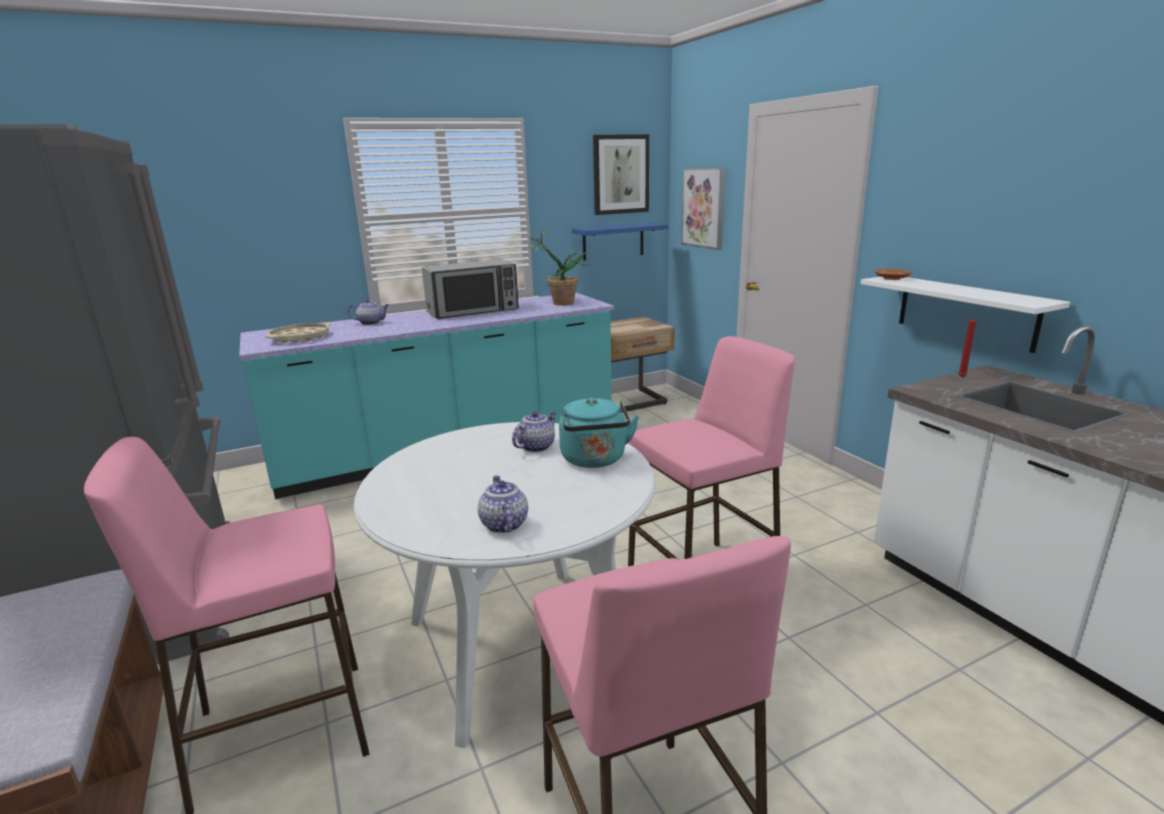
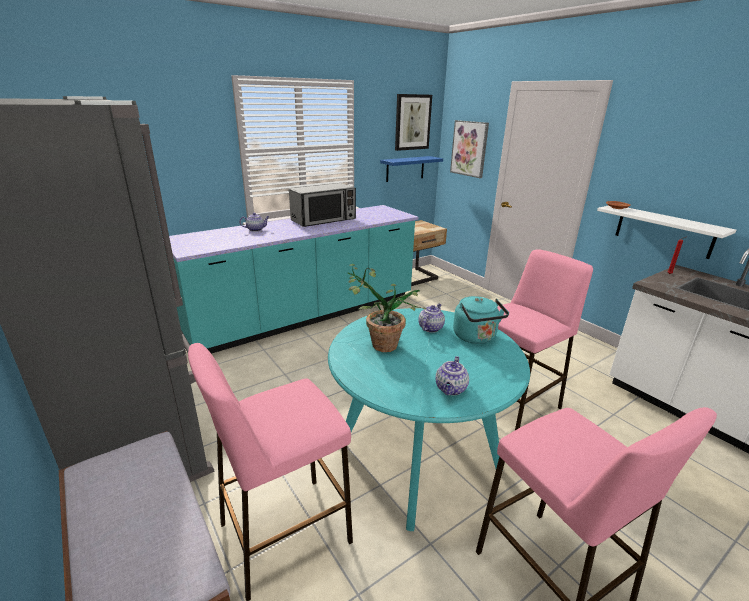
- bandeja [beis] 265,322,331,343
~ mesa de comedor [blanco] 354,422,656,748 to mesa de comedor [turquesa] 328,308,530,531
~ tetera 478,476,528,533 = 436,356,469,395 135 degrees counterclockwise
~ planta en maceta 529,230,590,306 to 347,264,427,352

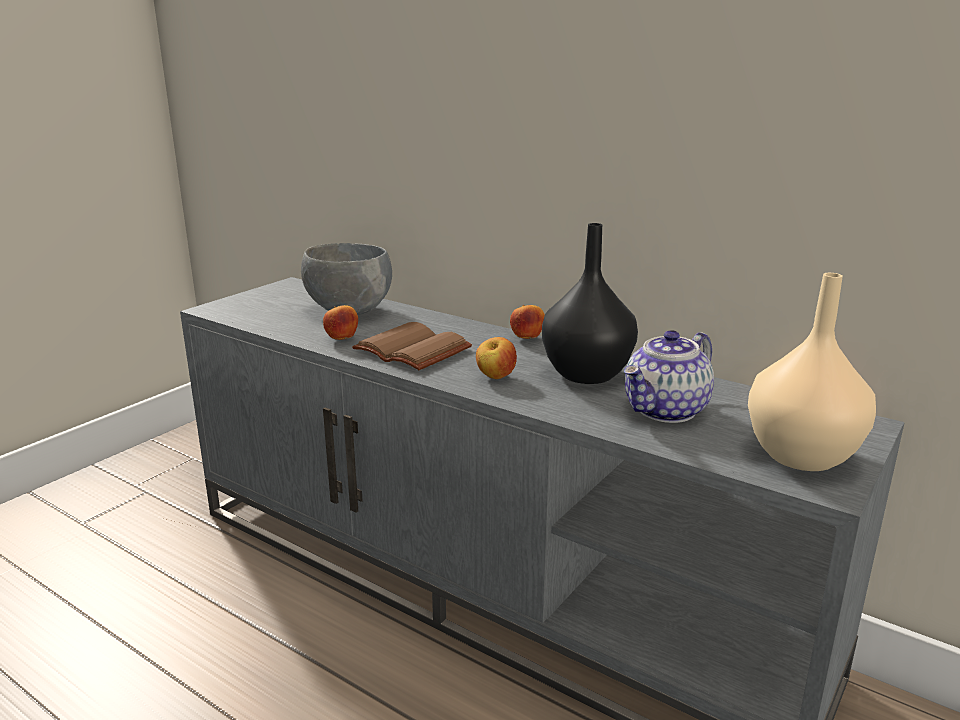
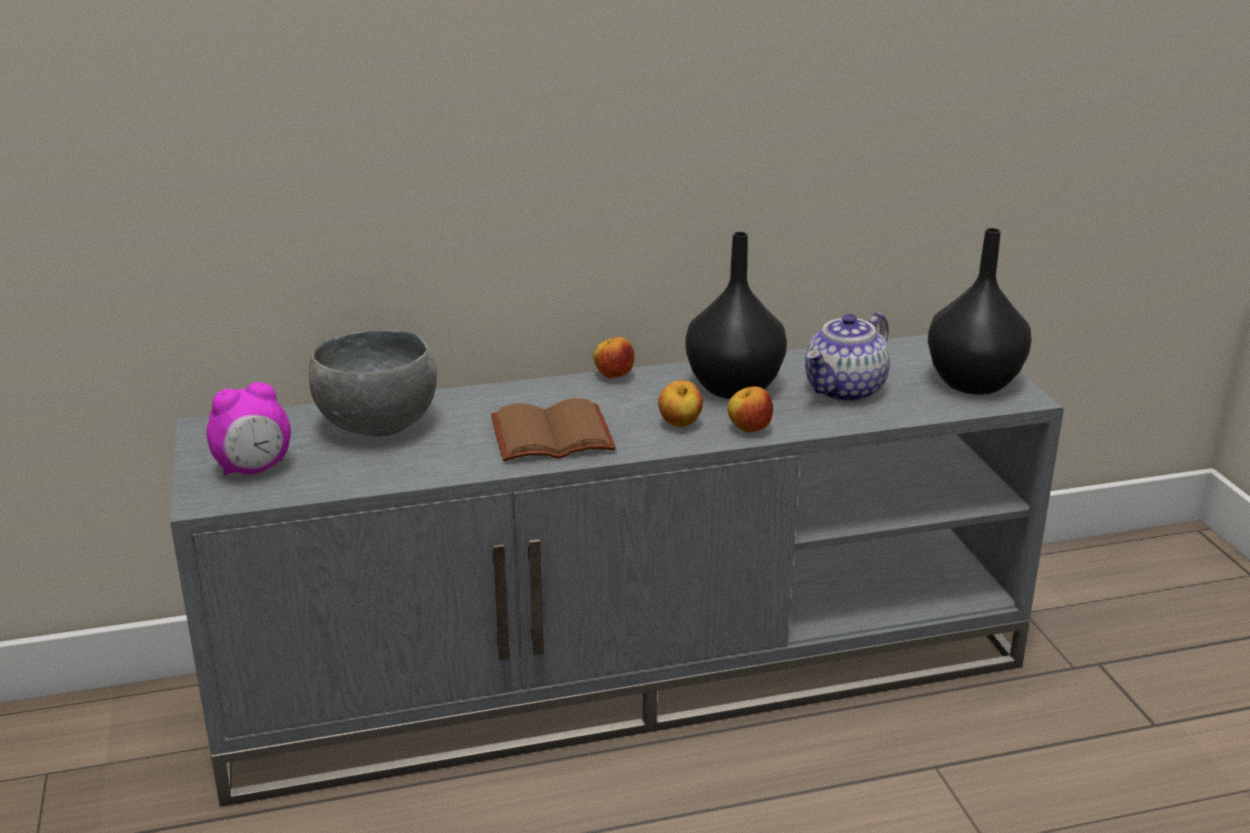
~ manzana 323,305,358,340 to 727,386,773,432
~ tetera 624,330,714,423 = 805,313,890,402 45 degrees clockwise
~ florero [beis] 748,273,876,471 to florero [negro] 928,228,1032,395
+ despertador 206,382,291,476

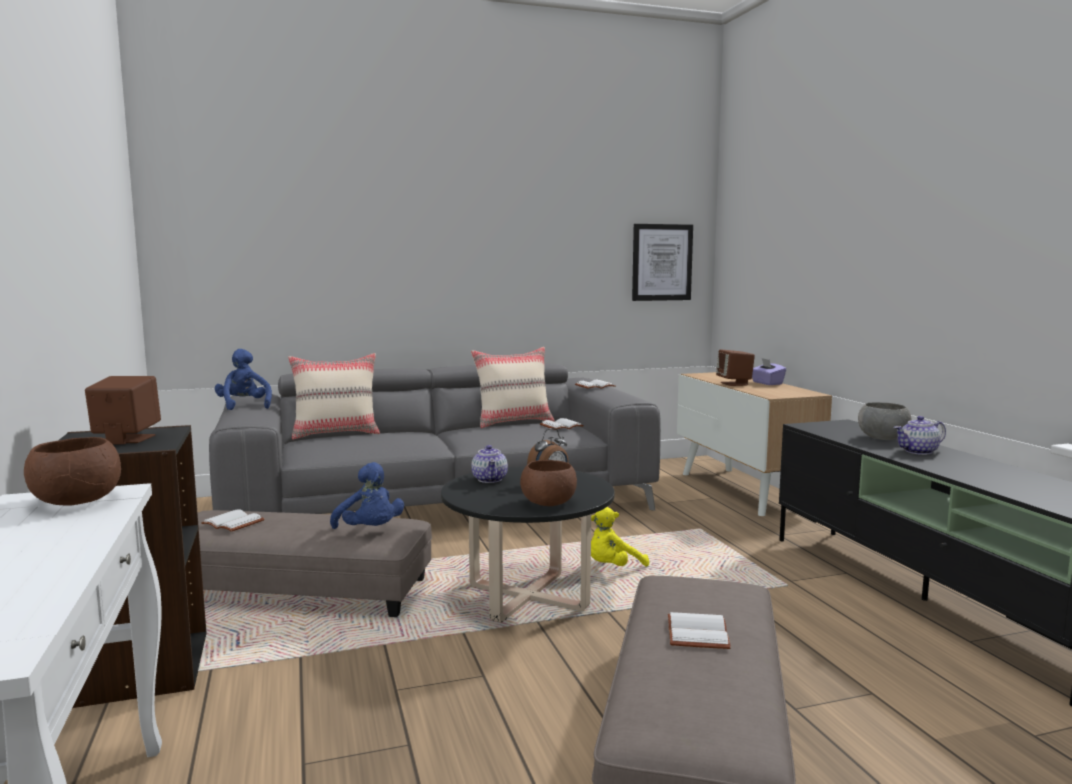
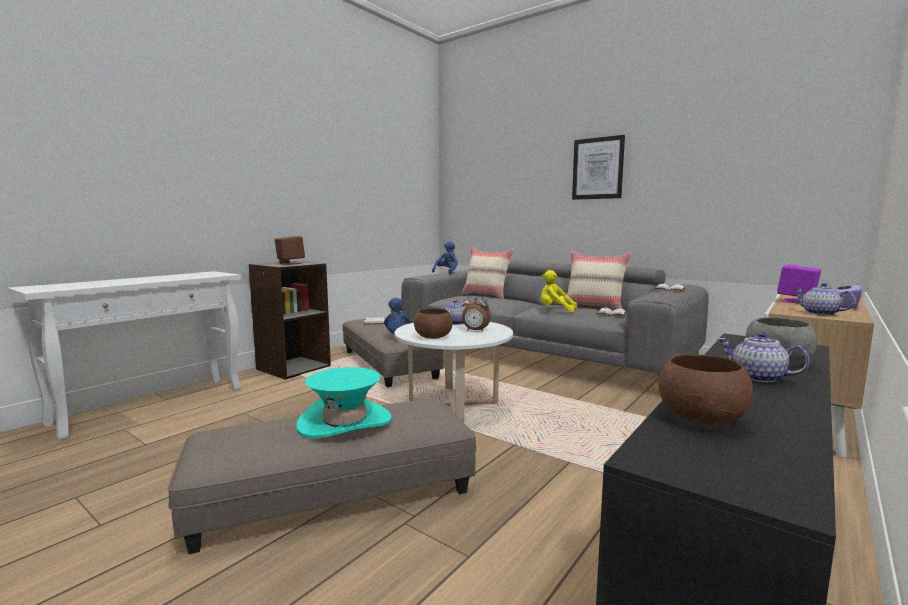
~ cuenco [marrón] 24,437,121,506 to 658,354,753,425
~ mesa de centro [negro] 441,467,615,623 to mesa de centro [blanco] 395,322,513,422
~ peluche [amarillo] 591,507,649,567 to 541,270,577,312
~ cuadro 632,224,693,301 to 572,135,625,200
~ libro [blanco] 668,612,731,649 to sombrero [turquesa] 297,367,392,438
~ altavoz [marrón] 716,350,755,386 to altavoz [morado] 777,265,821,303
+ tetera 794,283,856,315

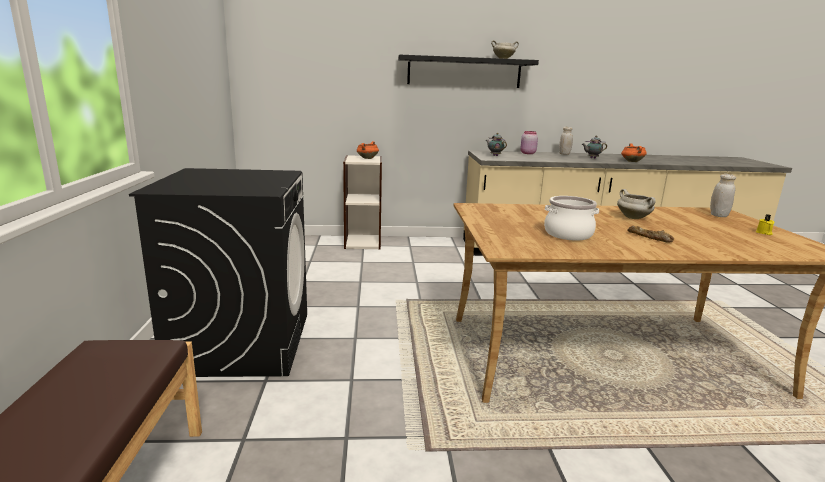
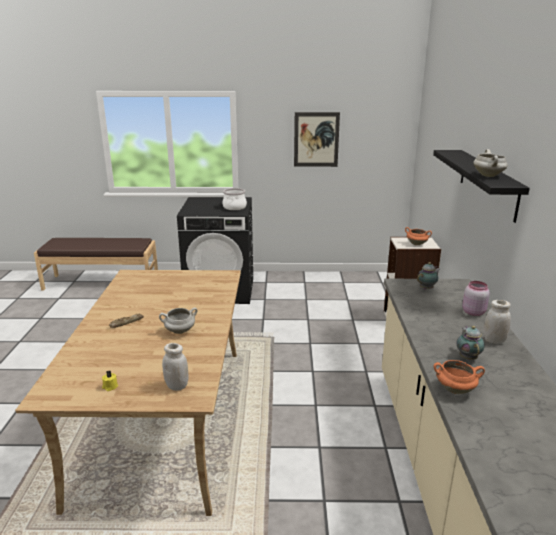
~ olla 544,196,599,241 to 222,188,247,210
+ cuadro 294,112,340,167

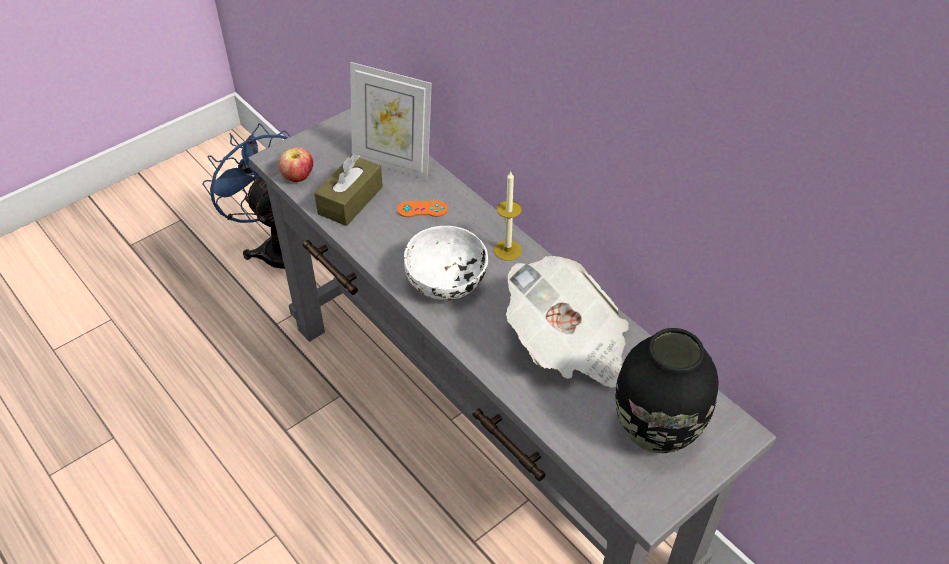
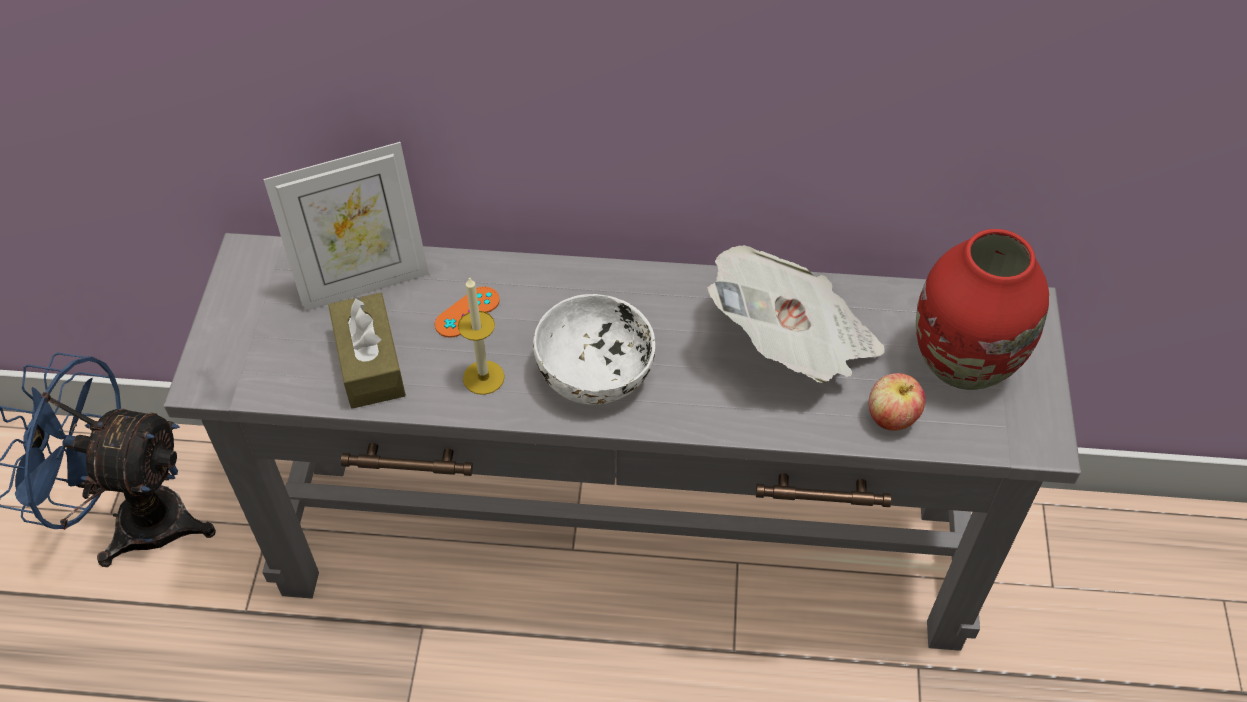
~ manzana 279,147,313,182 to 869,373,925,431
~ vela 494,172,522,261 to 458,276,505,395
~ florero [negro] 615,328,719,453 to florero [rojo] 916,229,1049,390

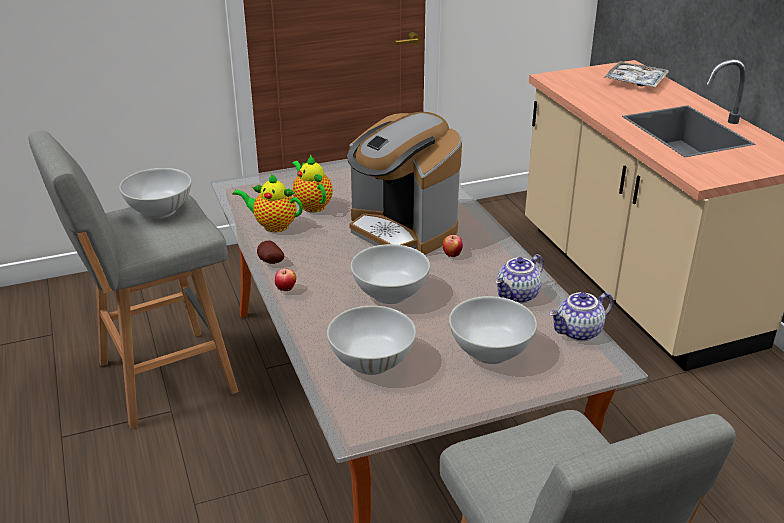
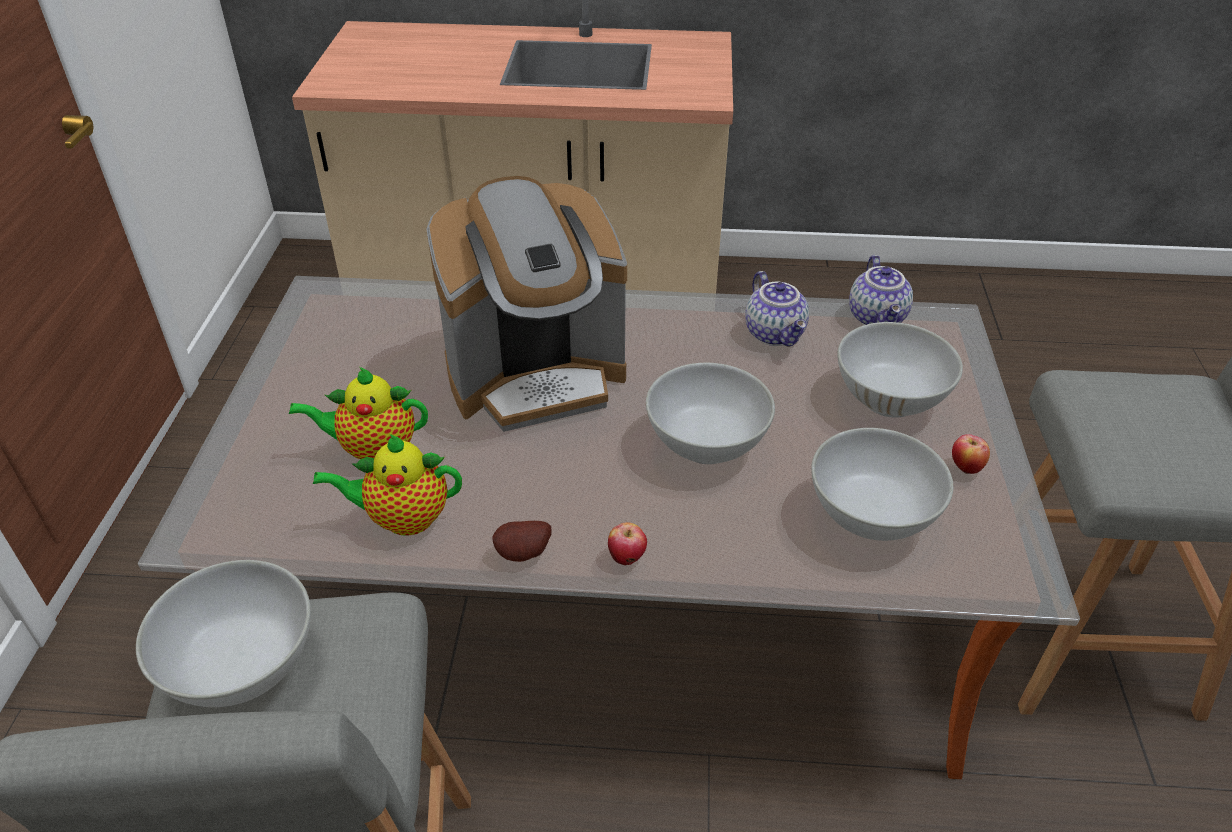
~ tetera 233,174,303,232 = 313,434,462,536 45 degrees clockwise
~ manzana 443,235,463,257 to 952,434,990,474
- bandeja 603,61,669,87

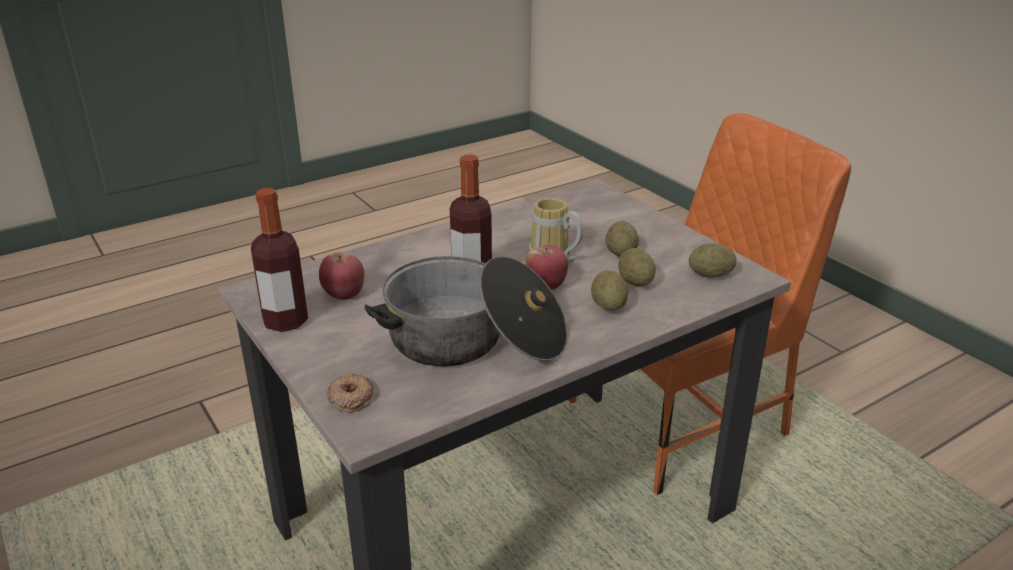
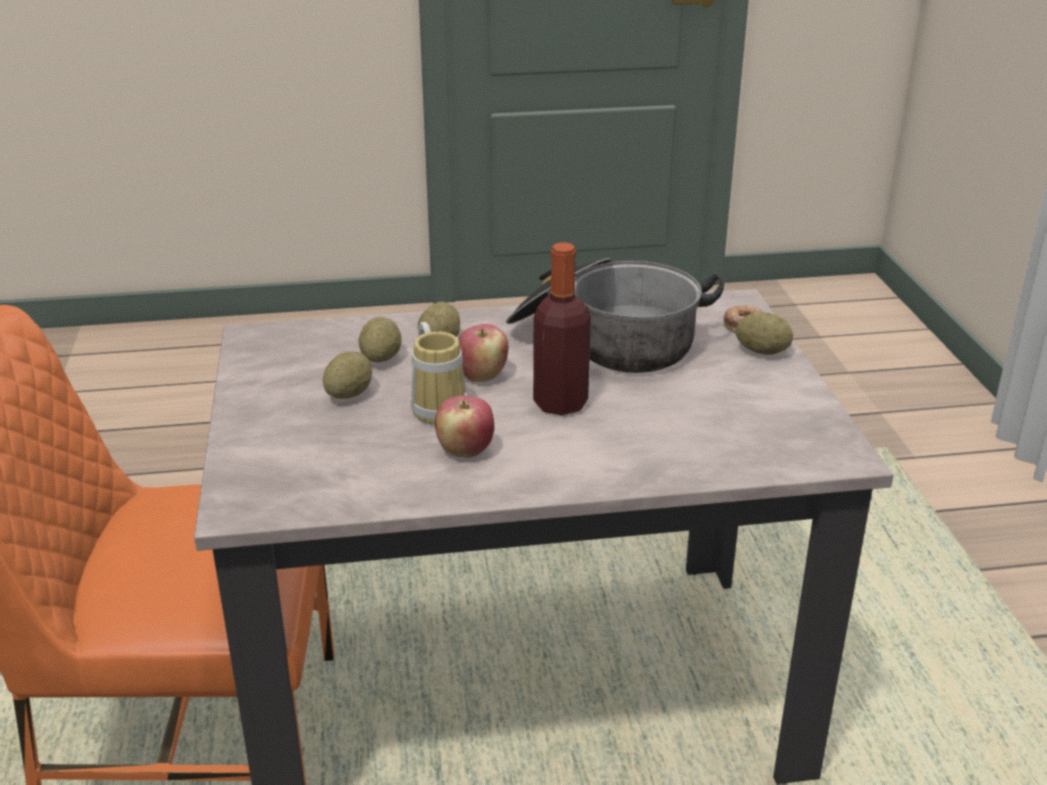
- botella 251,188,308,332
~ manzana 319,252,364,300 to 435,395,494,458
~ patata 689,243,737,278 to 736,312,793,355

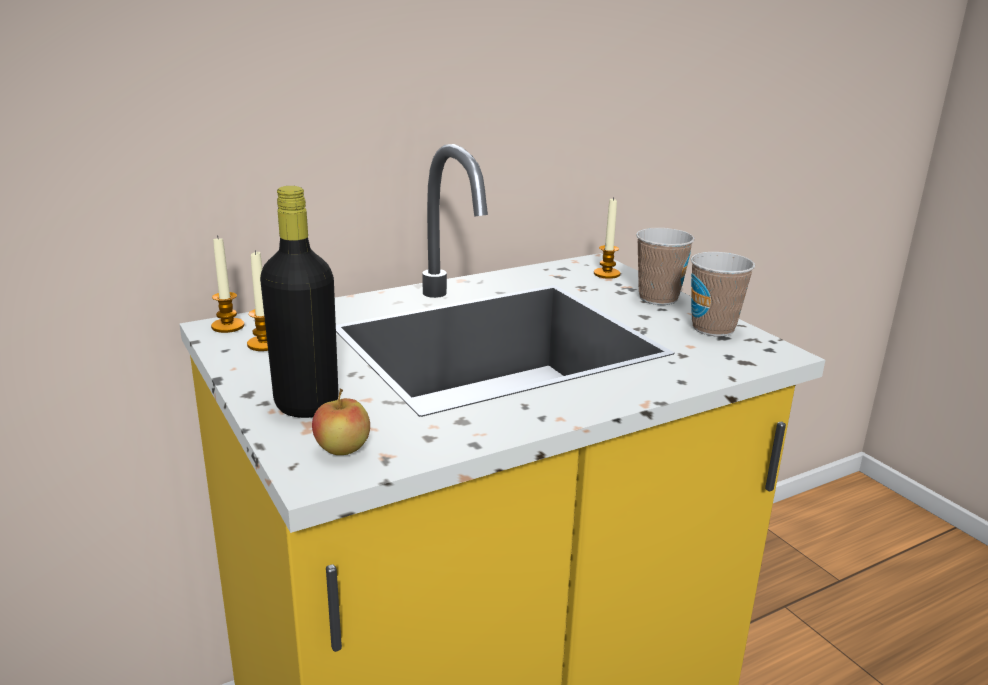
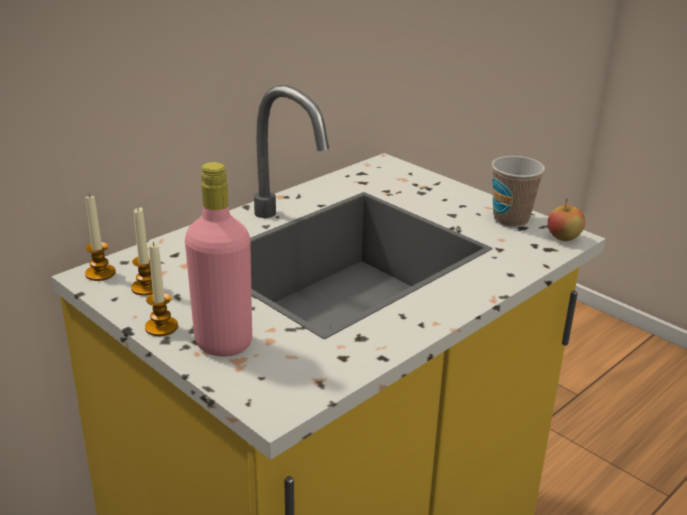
~ botella [negro] 260,186,339,418 to botella [rosa] 185,162,252,356
~ manzana 312,388,370,455 to 548,199,586,241
~ vela 594,197,620,279 to 145,242,178,336
- taza 636,228,695,305

